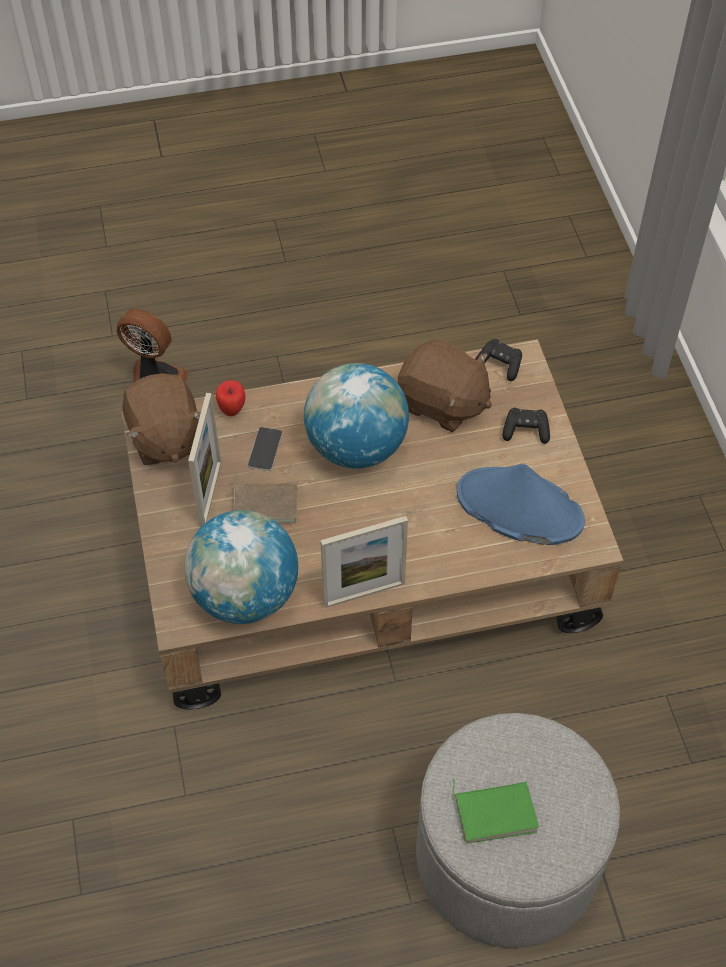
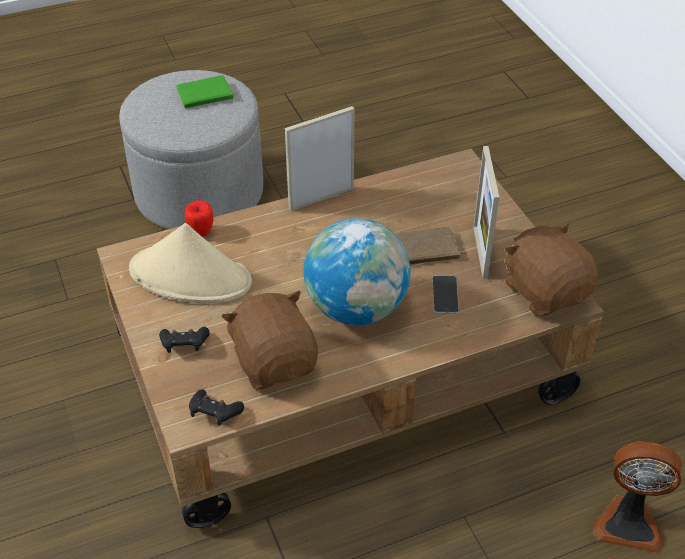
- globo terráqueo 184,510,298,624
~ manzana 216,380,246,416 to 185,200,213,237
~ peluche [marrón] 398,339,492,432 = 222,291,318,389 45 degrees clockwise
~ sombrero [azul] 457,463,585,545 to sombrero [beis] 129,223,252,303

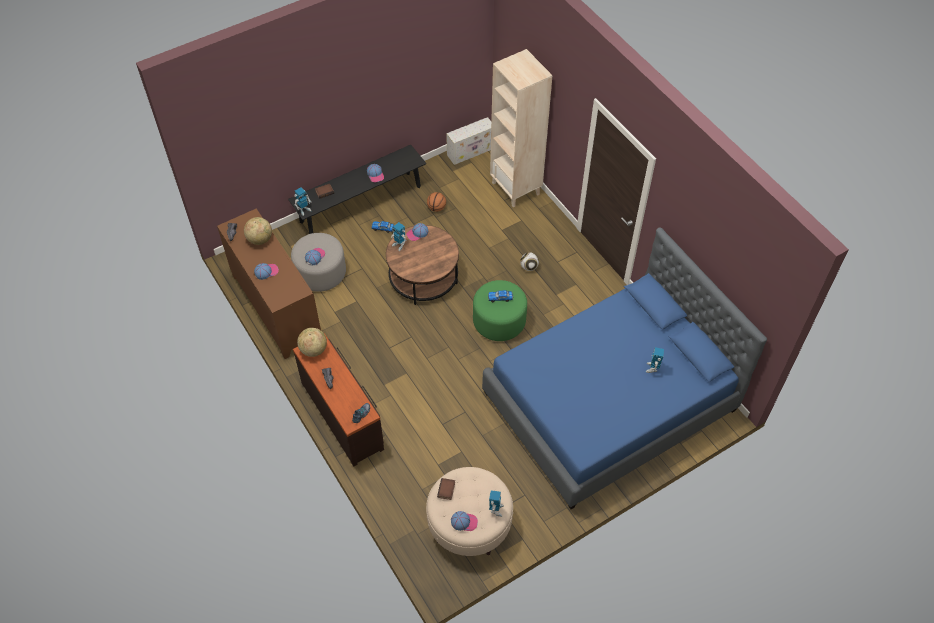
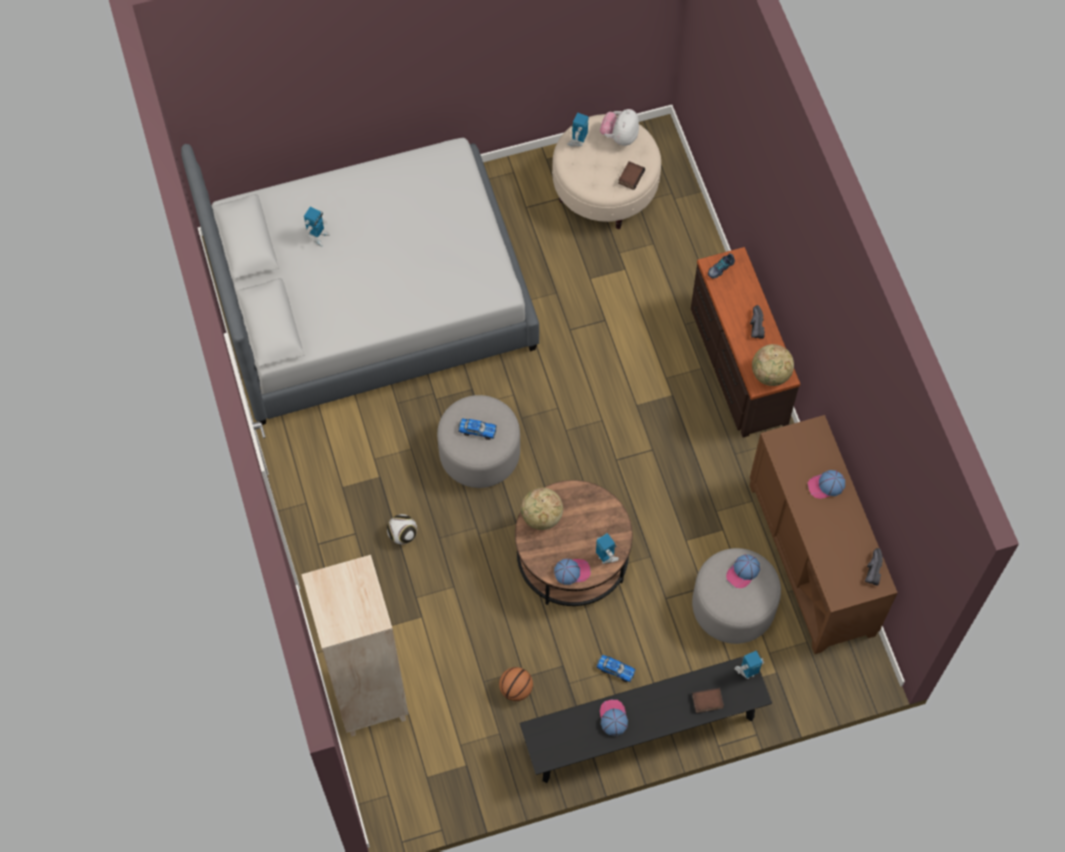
~ globo terráqueo 244,217,272,245 to 521,488,563,530
- caja de almacenaje [blanco] 446,117,491,165
~ gorra 451,511,478,531 to peluche 600,109,639,146
~ puf [verde] 473,280,527,341 to puf [gris] 437,395,520,488
~ cama [azul] 482,227,767,509 to cama [gris] 181,138,539,425

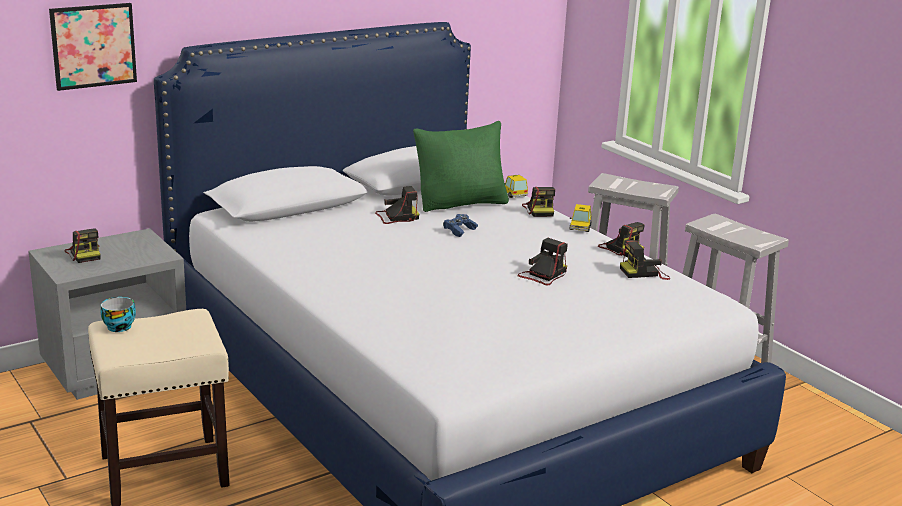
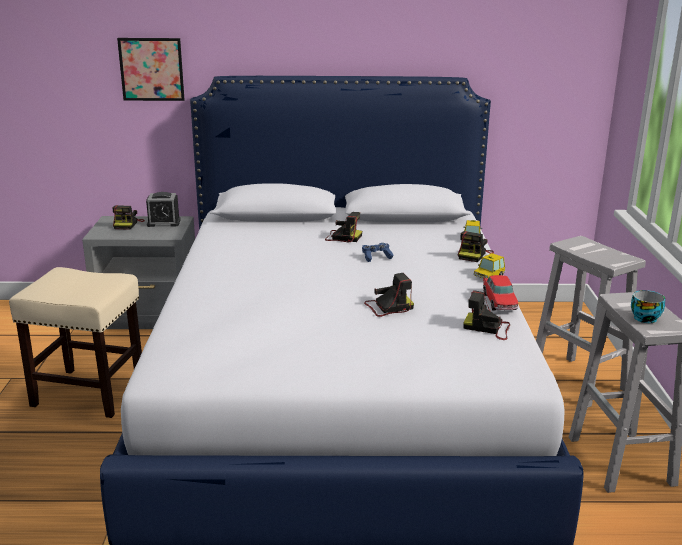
~ taza 101,297,136,332 to 631,290,665,323
- cojín [verde] 413,121,509,212
~ cámara 598,222,645,257 to coche de juguete 483,275,518,310
+ despertador 146,192,181,227

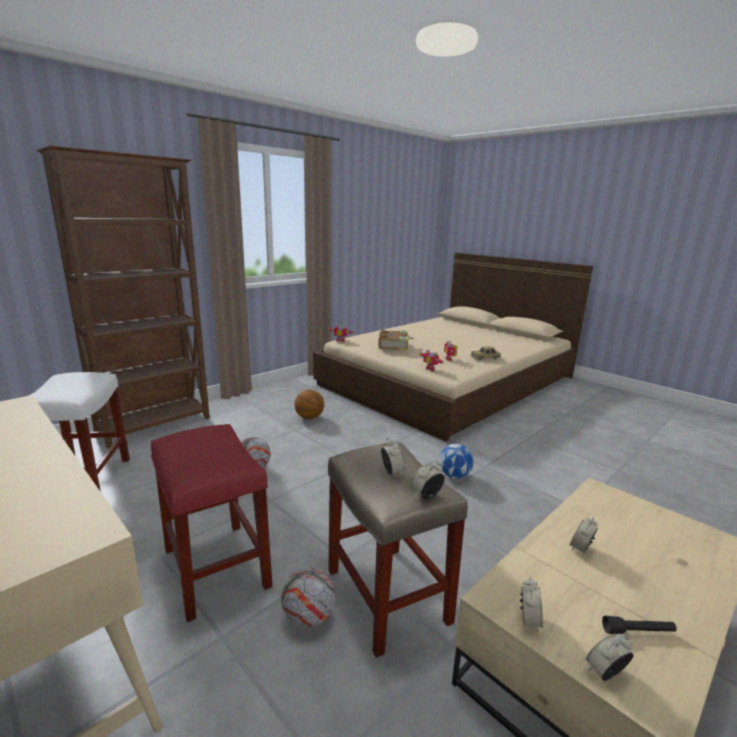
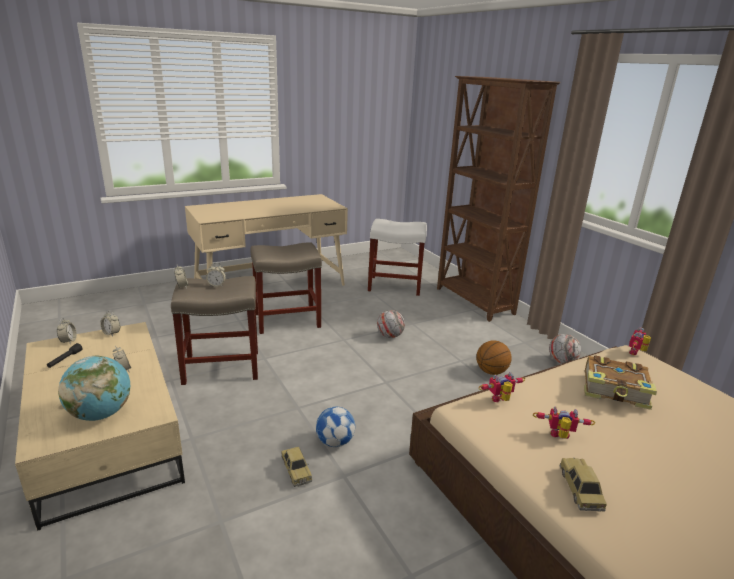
~ taburete [rojo] 151,424,272,622 to taburete [beis] 250,242,322,334
~ balón de fútbol 281,567,336,628 to 549,334,581,364
+ globo terráqueo 58,356,130,421
+ coche de juguete 281,447,312,487

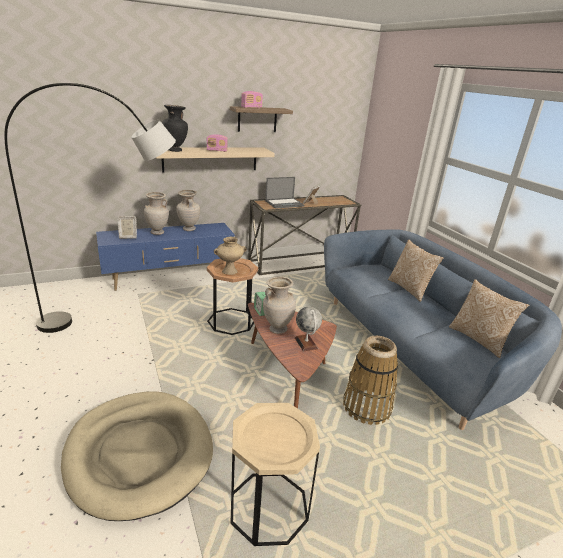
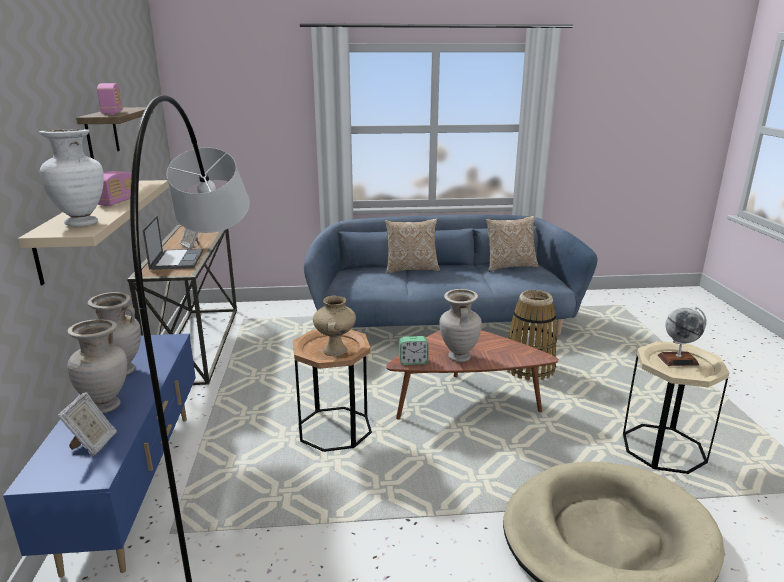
~ florero [negro] 162,105,188,152 to florero [blanco] 39,129,104,226
~ globo terráqueo 295,307,322,351 to 657,307,707,366

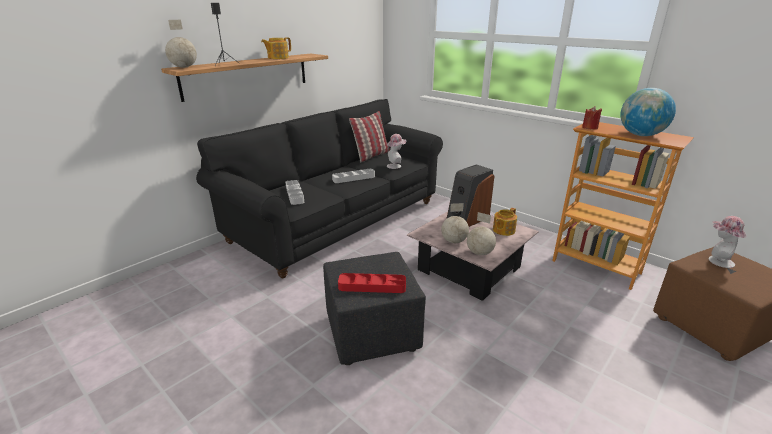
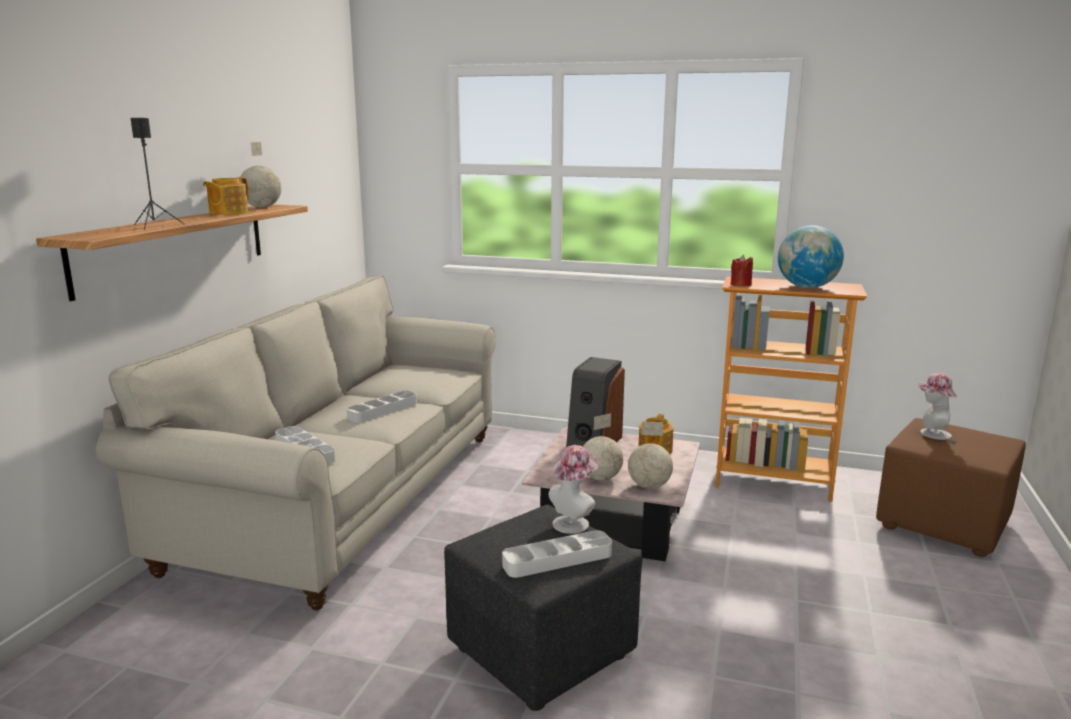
~ globo terráqueo 165,20,197,68 to 240,142,282,208
~ sofá [negro] 196,99,443,278 to sofá [beis] 95,275,496,611
~ bandeja [rojo] 338,273,406,293 to bandeja [gris] 502,530,612,578
- cojín 349,111,390,162
~ sombrero 387,134,406,169 to 548,445,598,534

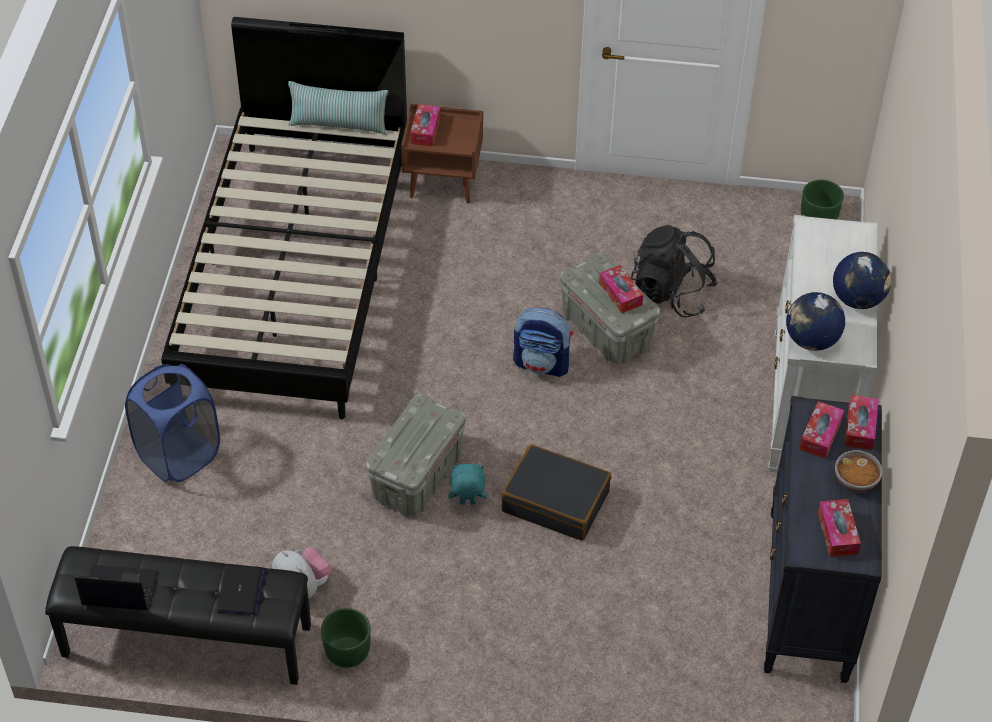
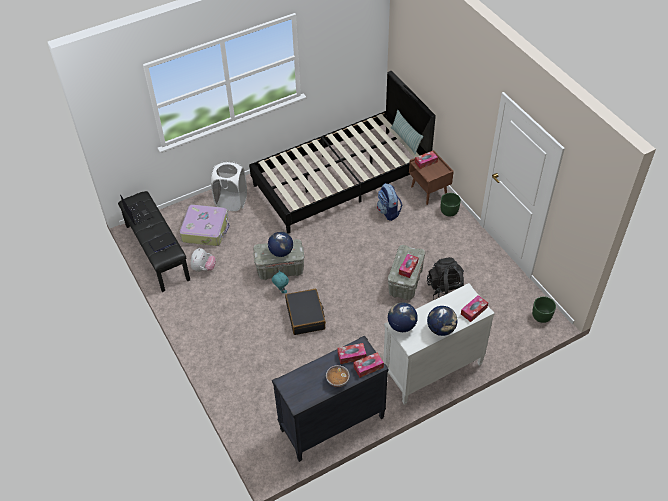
~ cesto de la ropa [azul] 125,364,220,482 to cesto de la ropa [blanco] 211,161,247,211
~ maceta [verde] 321,608,371,668 to 441,193,461,216
~ mochila 513,308,573,377 to 377,183,402,221
~ caja de pañuelos 818,499,861,557 to 461,295,488,322
+ maleta 179,205,230,246
+ globo terráqueo 268,231,293,257

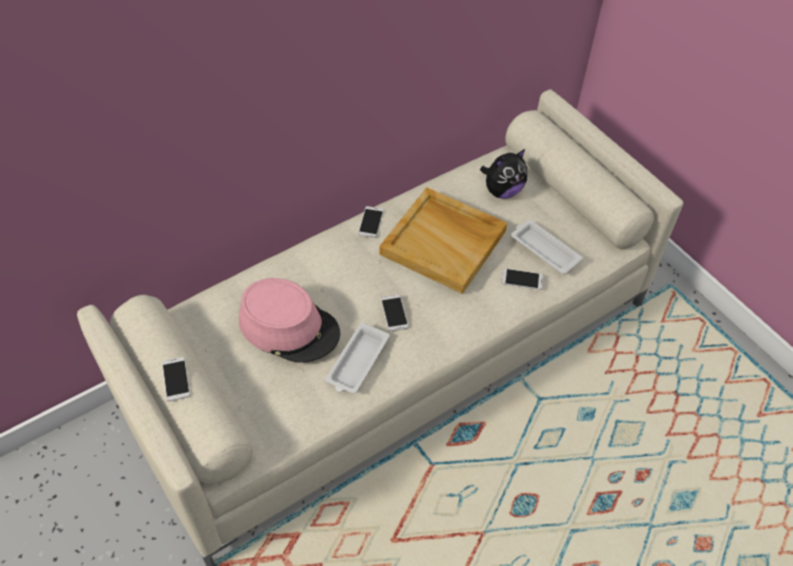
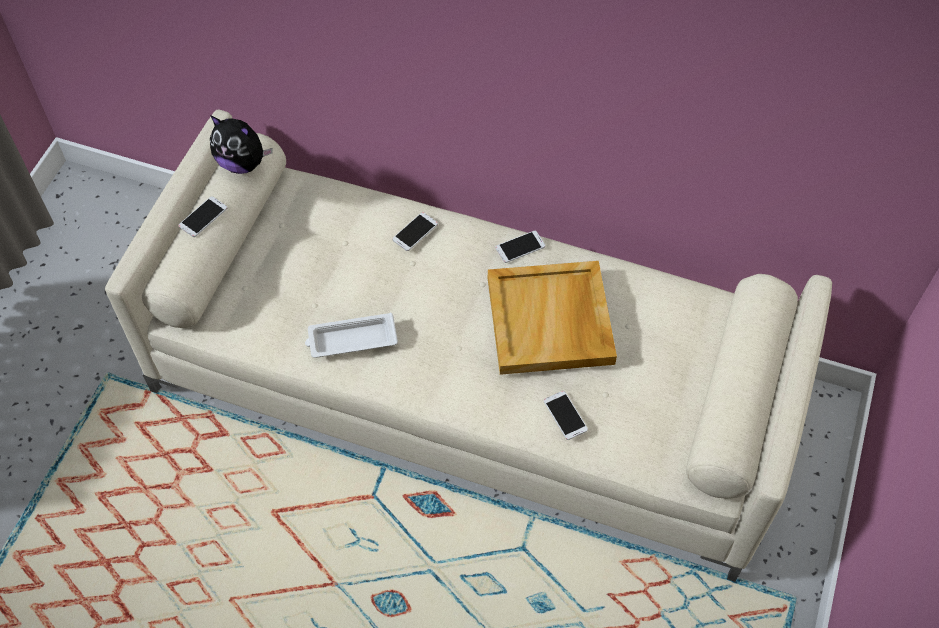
- sombrero [rosa] 239,278,340,363
~ móvil 381,294,409,331 to 392,212,438,251
~ peluche 480,149,527,199 to 210,115,273,174
- bandeja [blanco] 511,220,583,274

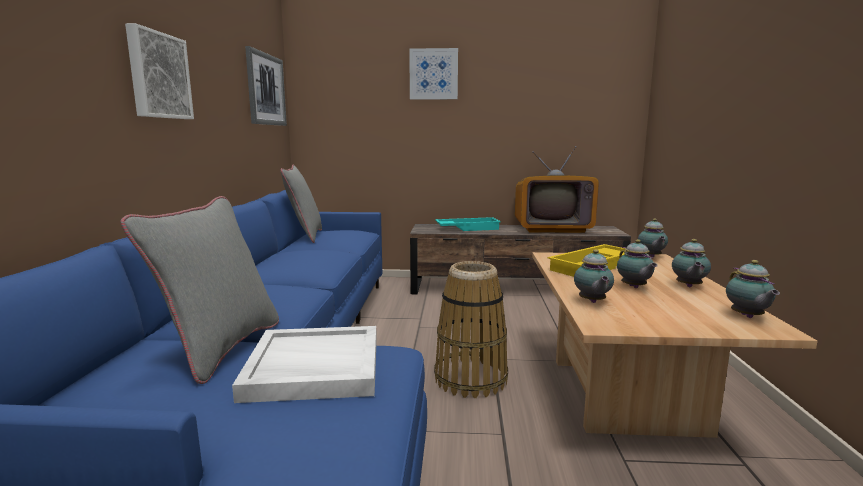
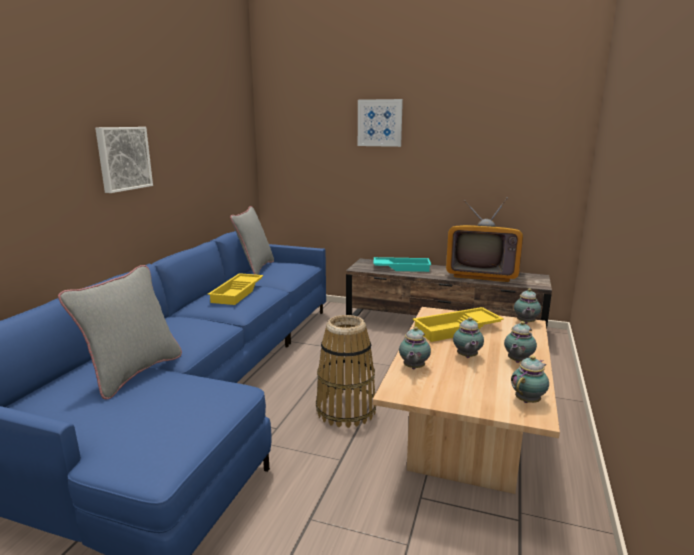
- bandeja [blanco] 232,326,377,403
- cuadro 245,46,287,126
~ tetera 726,260,780,318 = 511,355,549,403 150 degrees counterclockwise
+ bandeja [amarillo] 208,273,264,305

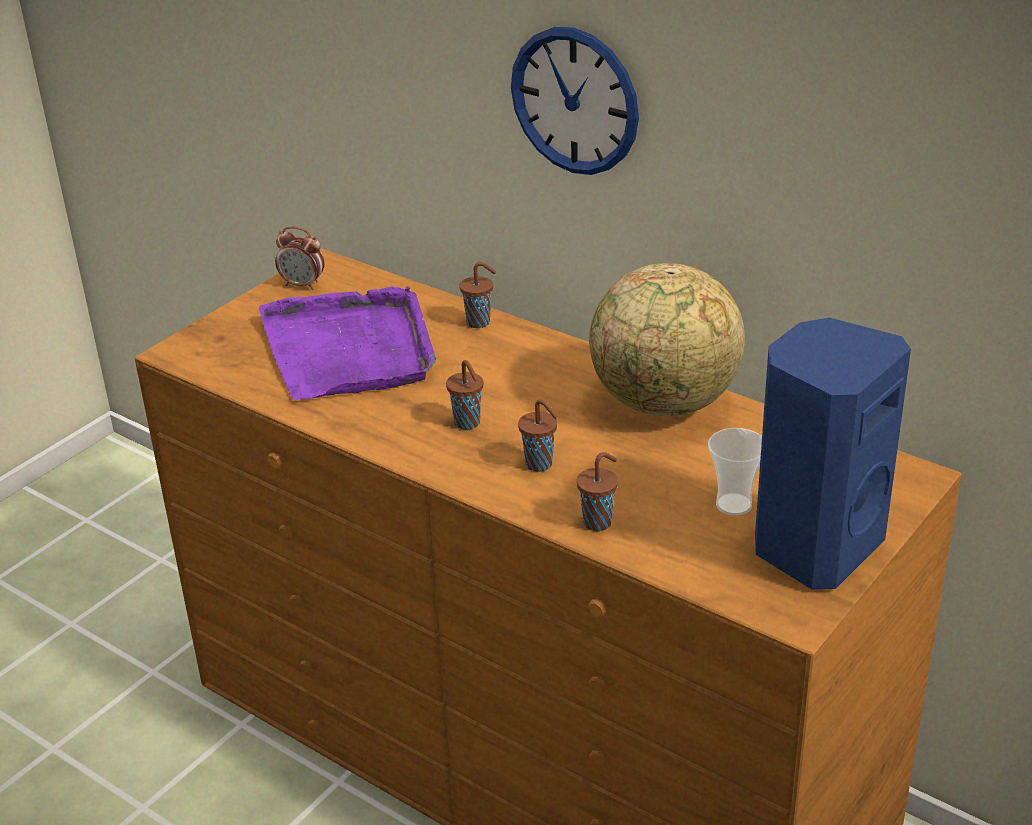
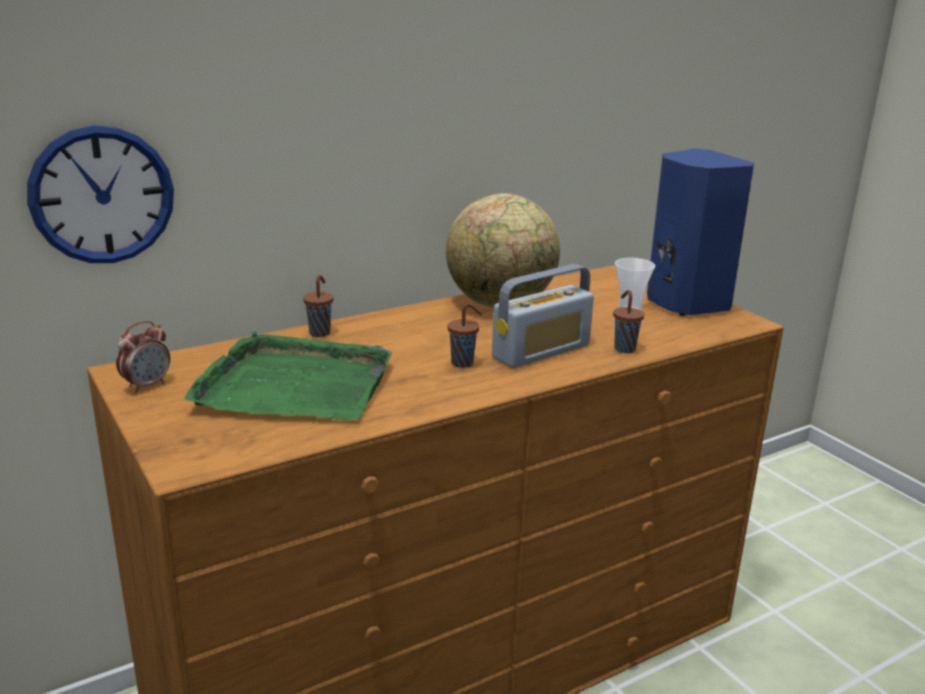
~ bandeja [morado] 259,286,436,400 to bandeja [verde] 184,331,392,420
~ reloj de pared 511,27,639,175 to 27,125,174,263
~ taza [marrón] 518,399,558,472 to radio 492,264,594,368

